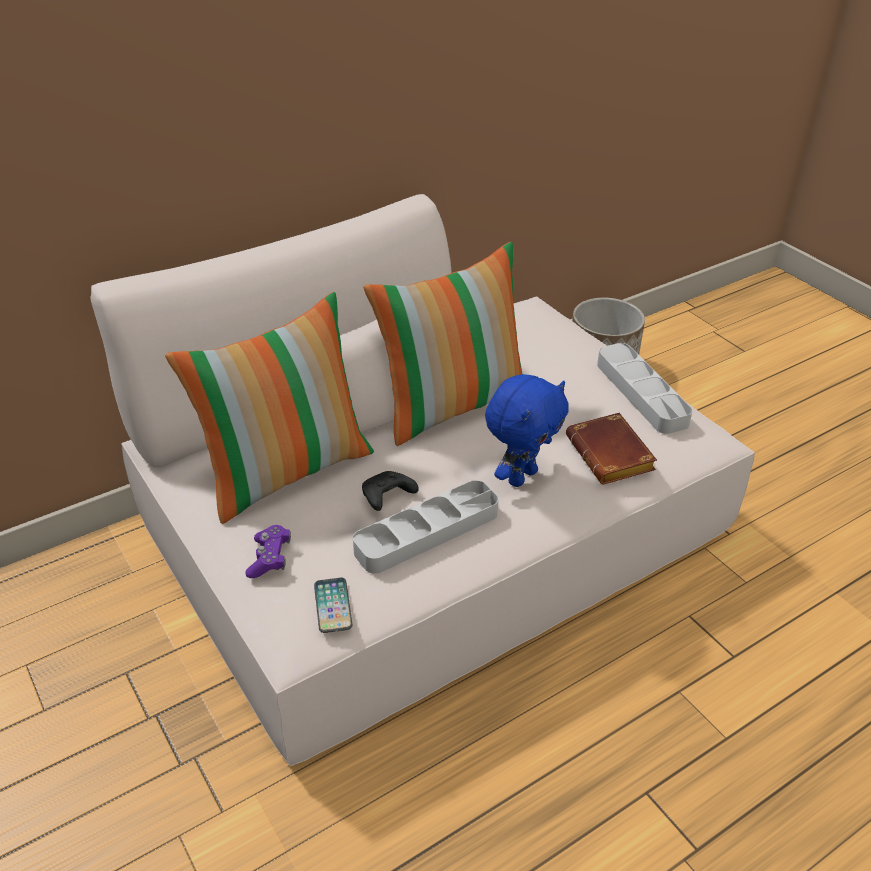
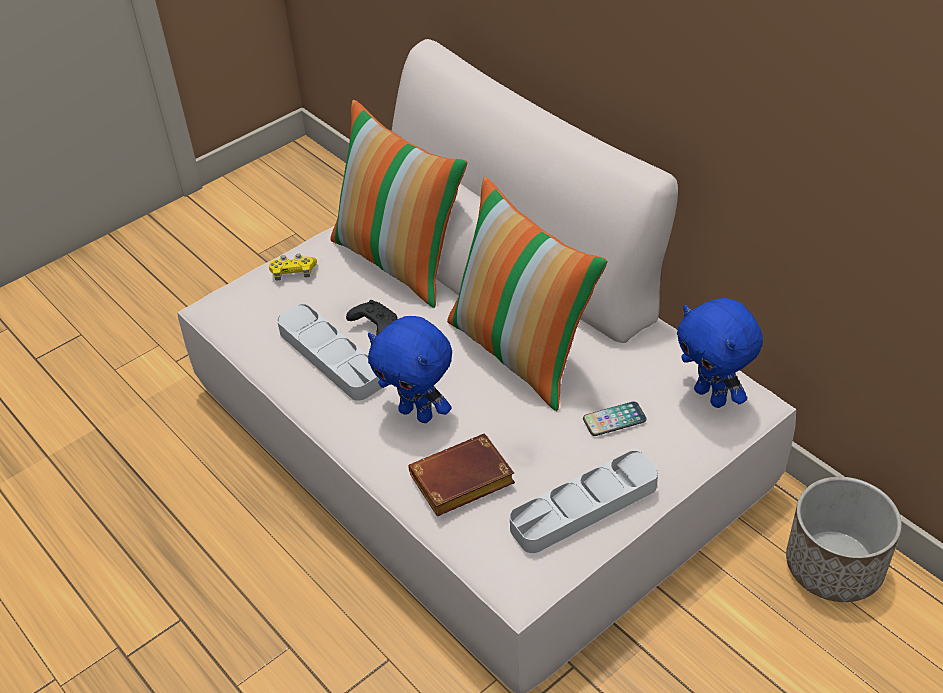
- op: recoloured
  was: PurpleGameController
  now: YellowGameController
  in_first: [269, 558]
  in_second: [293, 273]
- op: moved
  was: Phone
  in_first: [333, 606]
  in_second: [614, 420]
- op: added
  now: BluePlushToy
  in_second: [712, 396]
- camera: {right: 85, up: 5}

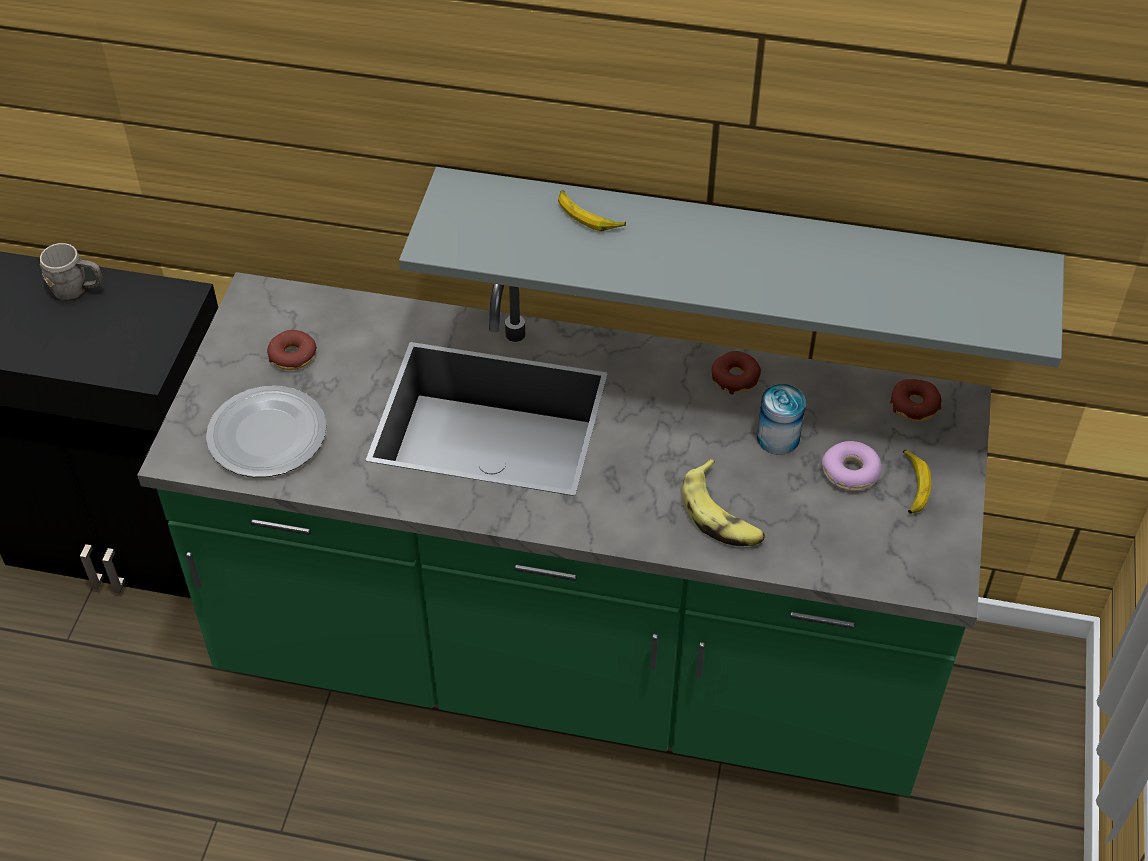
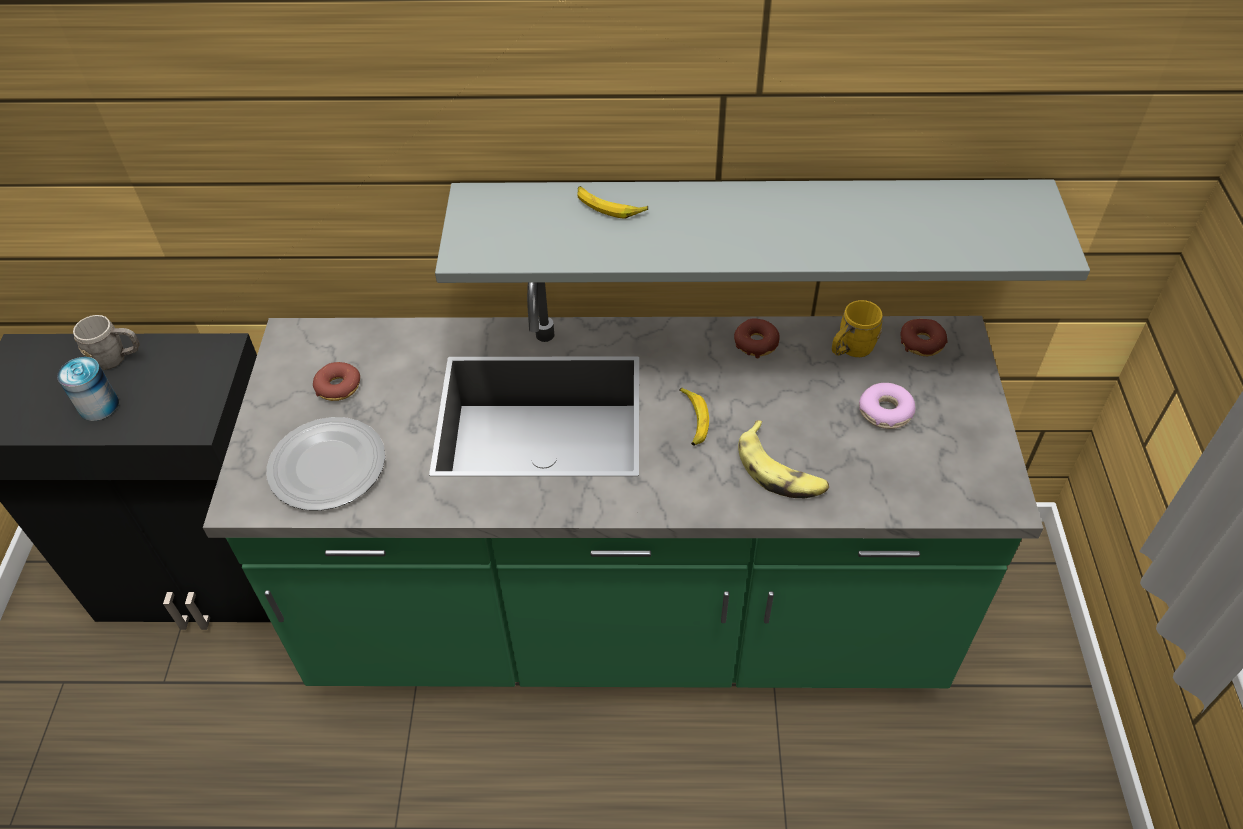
- op: moved
  was: Can
  in_first: [778, 438]
  in_second: [99, 406]
- op: moved
  was: Banana
  in_first: [913, 486]
  in_second: [693, 420]
- op: added
  now: YellowMug
  in_second: [850, 350]
- camera: {right: -10, up: 0}

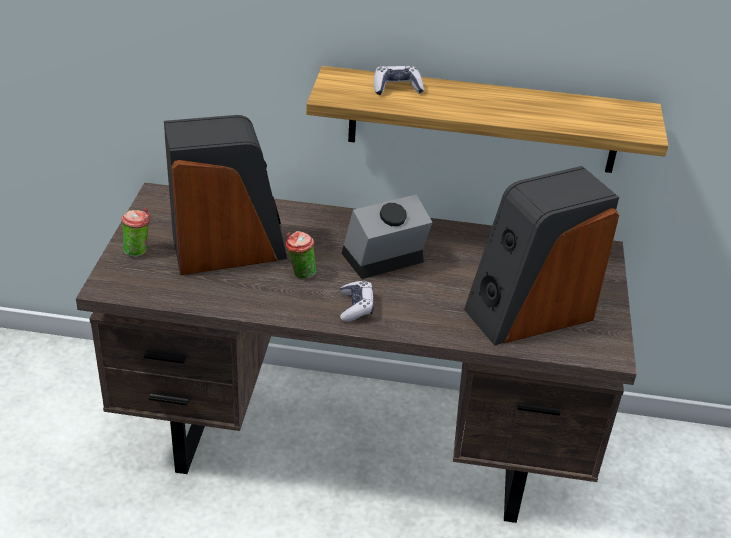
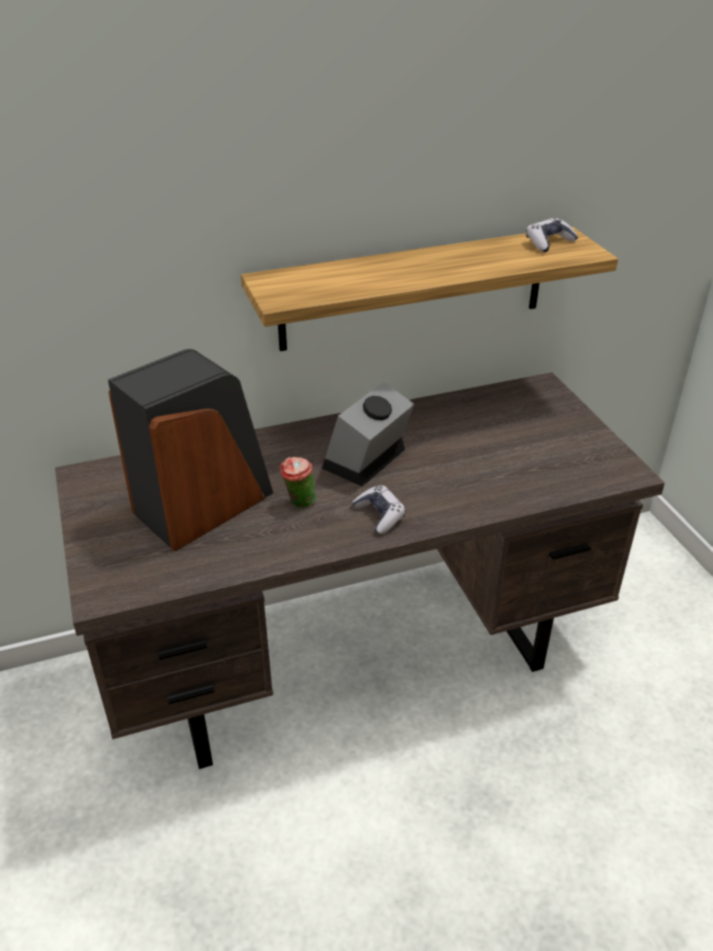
- op: moved
  was: GameController
  in_first: [396, 88]
  in_second: [549, 243]
- op: removed
  was: Cup
  in_first: [138, 251]
- op: removed
  was: Speaker
  in_first: [528, 312]
- camera: {right: -25, up: 0}

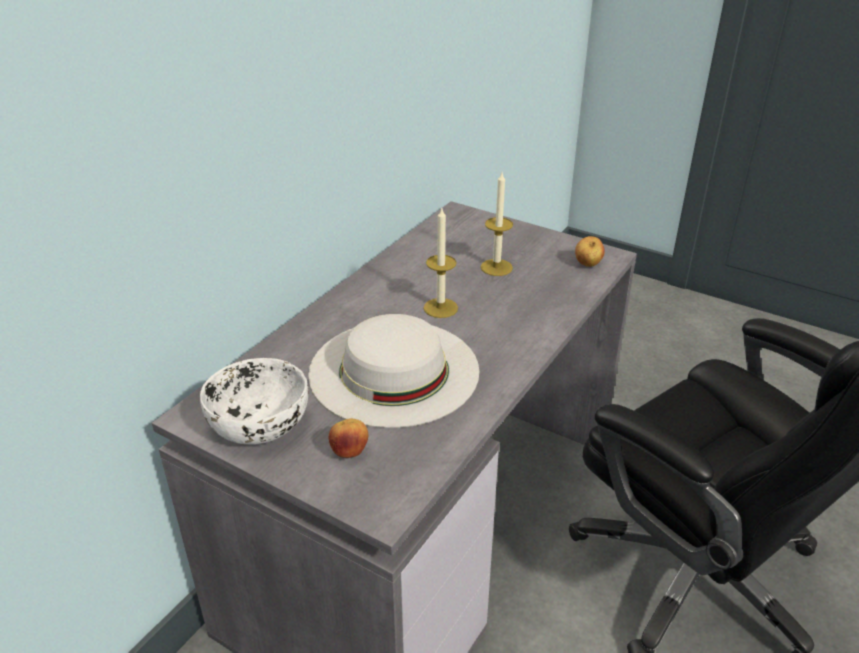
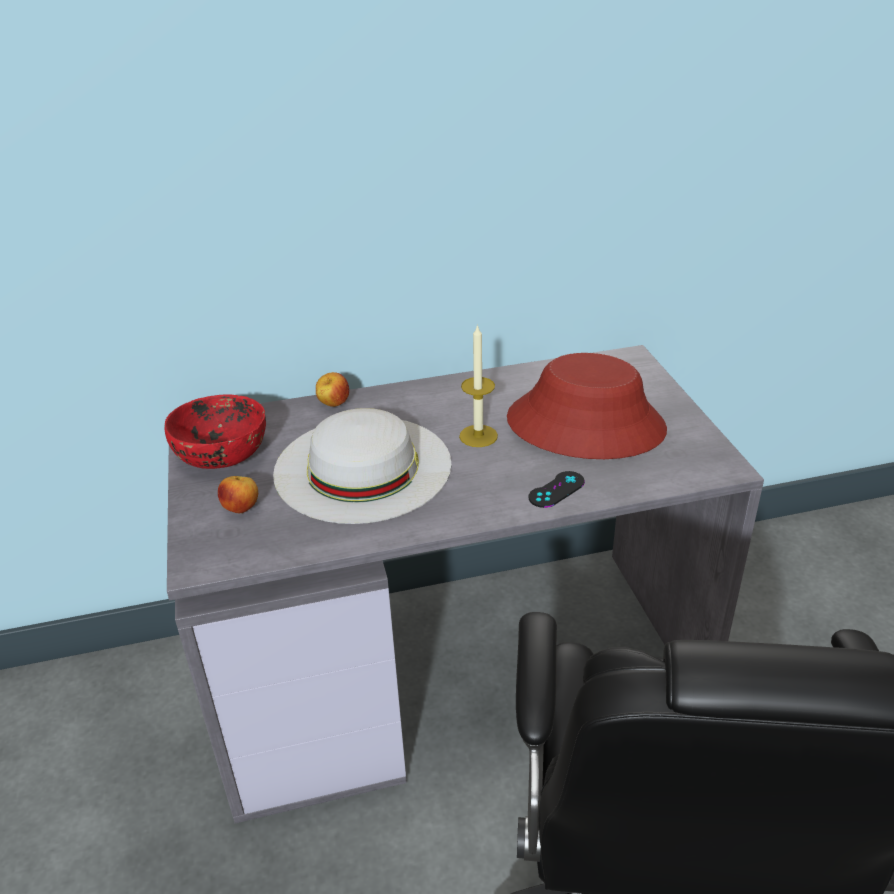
- op: recoloured
  was: WhiteBowl
  now: RedBowl
  in_first: [260, 422]
  in_second: [223, 453]
- op: moved
  was: Apple
  in_first: [587, 265]
  in_second: [333, 404]
- op: replaced
  was: Candle
  now: RedHat
  in_first: [496, 267]
  in_second: [586, 424]
- op: added
  now: BlackGameController
  in_second: [556, 489]
- camera: {right: 45, up: 0}

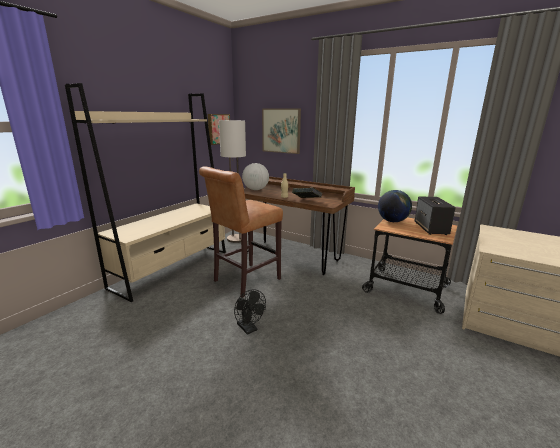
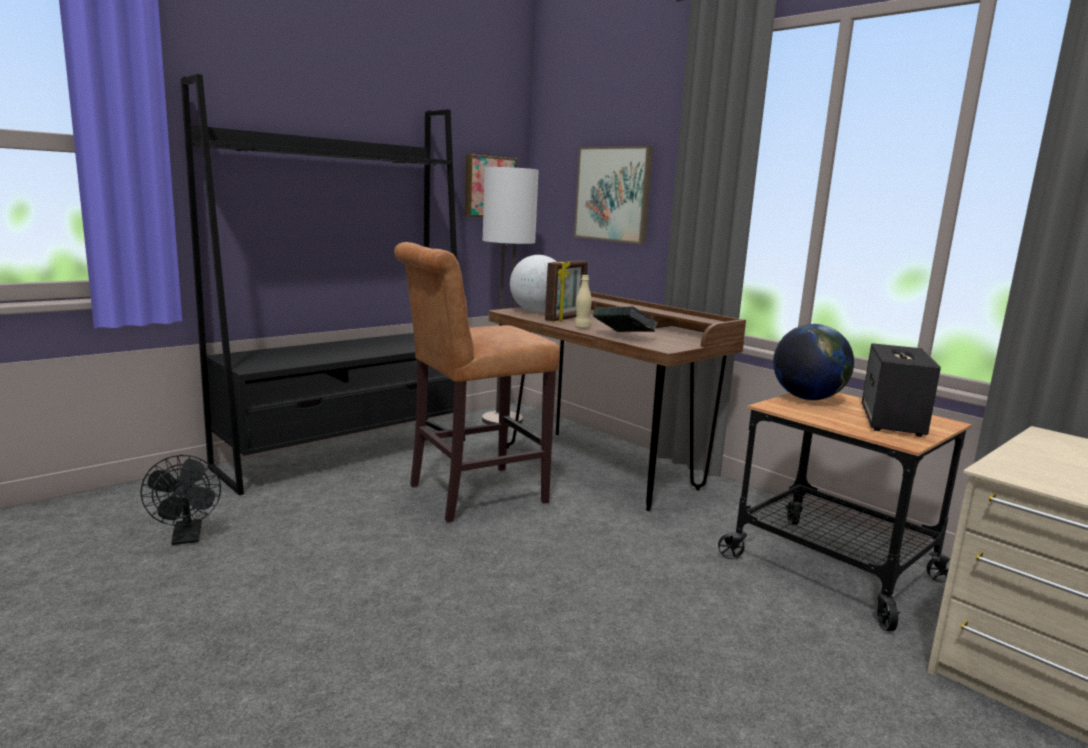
- op: moved
  was: BlackFan
  in_first: [249, 329]
  in_second: [187, 538]
- op: recoloured
  was: BeigeBookcase
  now: BlackBookcase
  in_first: [173, 268]
  in_second: [347, 453]
- op: added
  now: PictureFrame
  in_second: [566, 318]
- camera: {right: 15, up: -5}

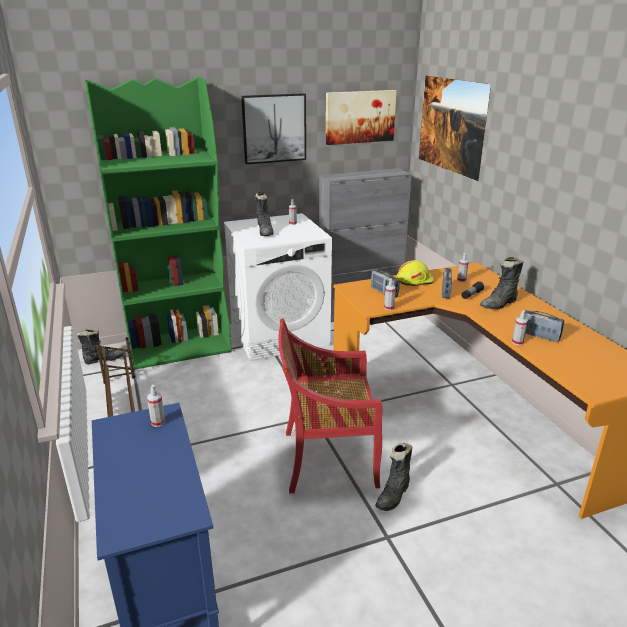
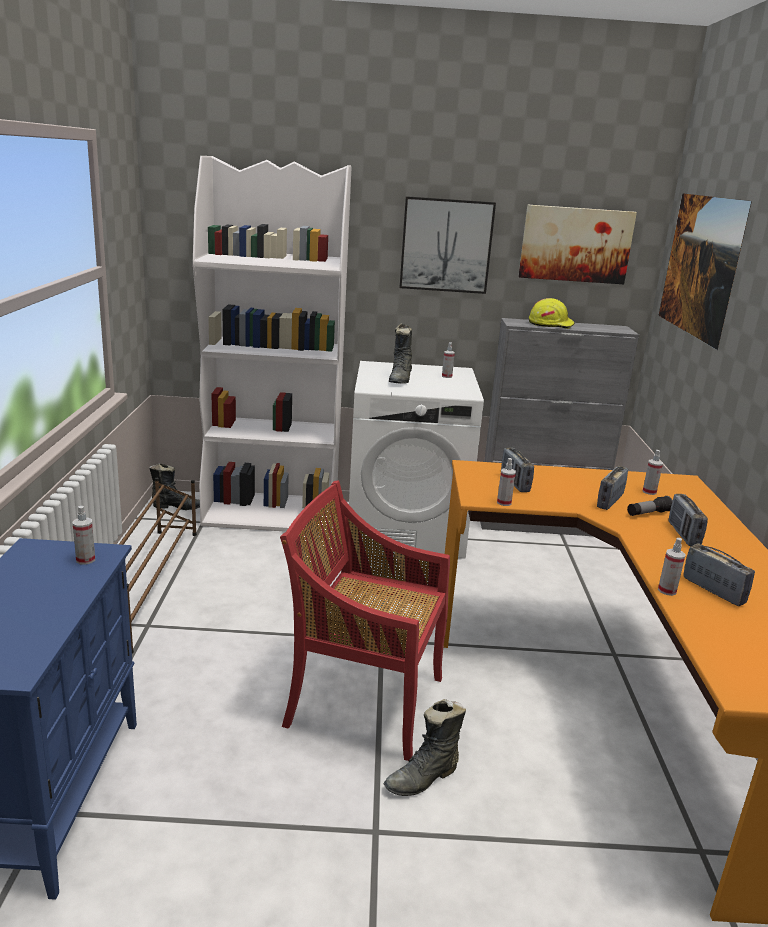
- op: recoloured
  was: GreenBookcase
  now: WhiteBookcase
  in_first: [180, 346]
  in_second: [272, 513]
- op: moved
  was: YellowHardHat
  in_first: [415, 280]
  in_second: [550, 324]
- op: replaced
  was: BlackBoot
  now: Radio
  in_first: [499, 304]
  in_second: [683, 534]
- camera: {right: 20, up: -5}

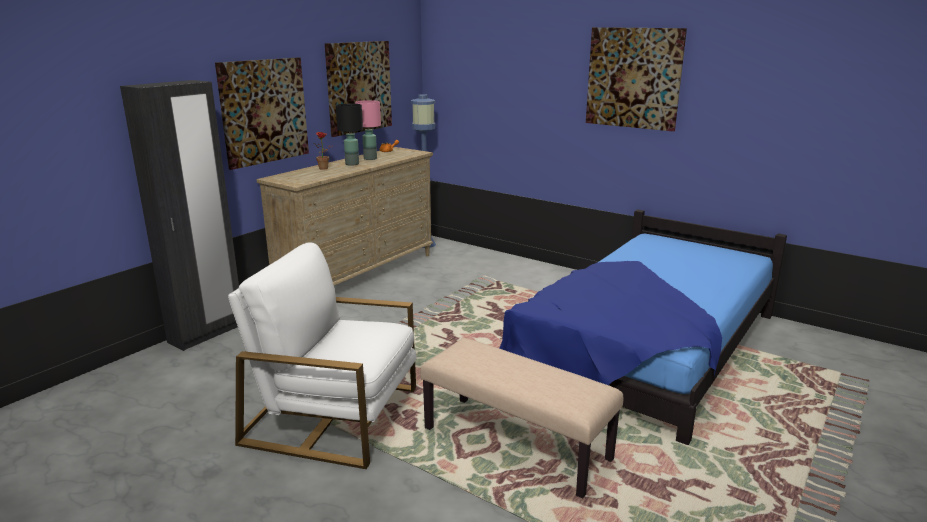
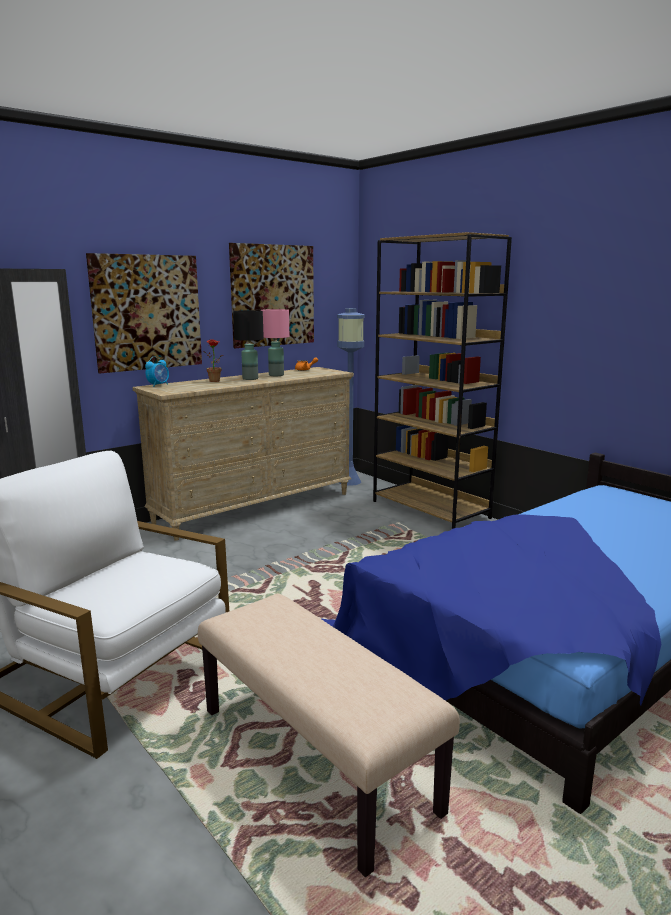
- op: added
  now: AlarmClock
  in_second: [158, 385]
- op: added
  now: BrownBookcase
  in_second: [431, 509]
- op: removed
  was: Picture
  in_first: [633, 78]
- camera: {right: 15, up: -5}

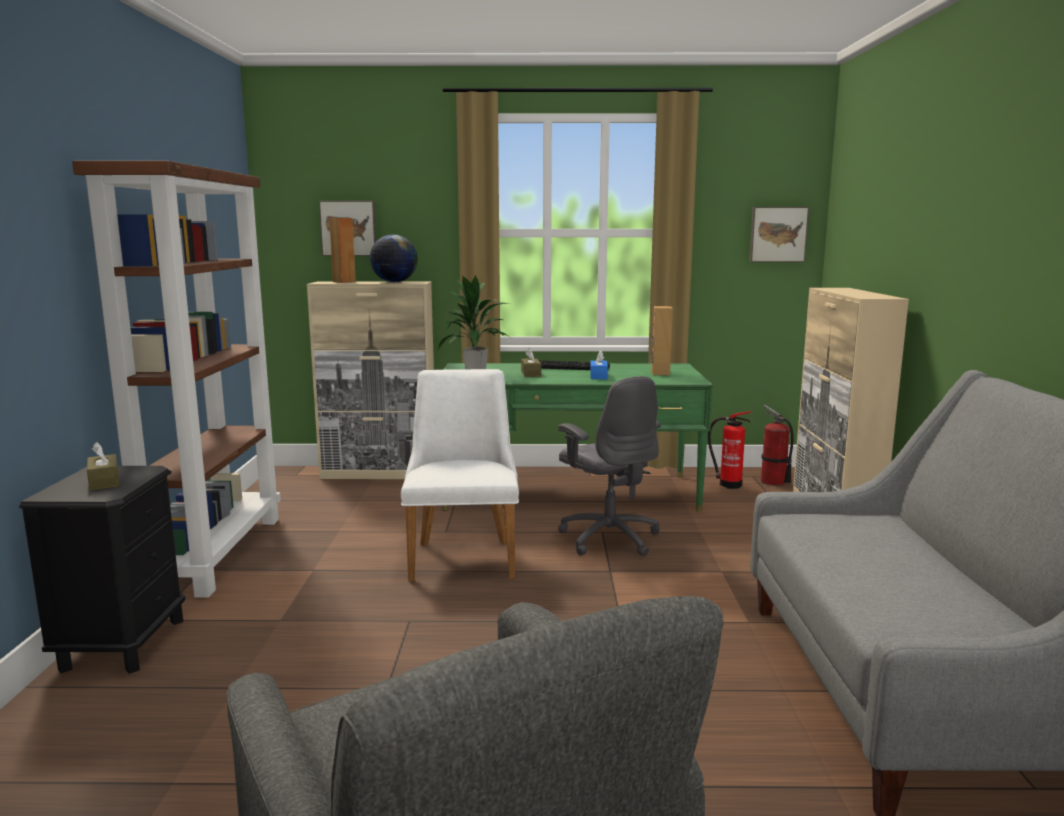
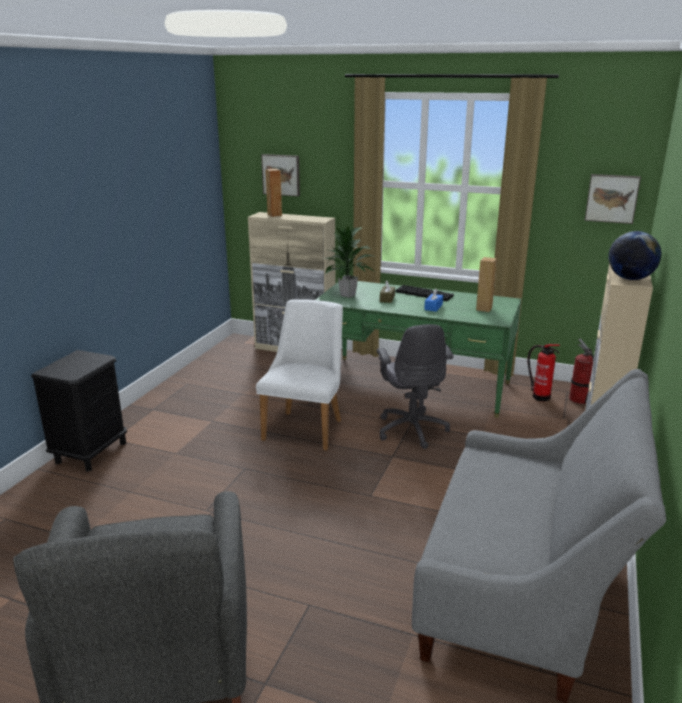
- op: moved
  was: Globe
  in_first: [394, 282]
  in_second: [630, 279]
- op: removed
  was: BrownBookcase
  in_first: [215, 553]
- op: removed
  was: BrownTissueBox
  in_first: [104, 481]
- camera: {right: 20, up: 10}

